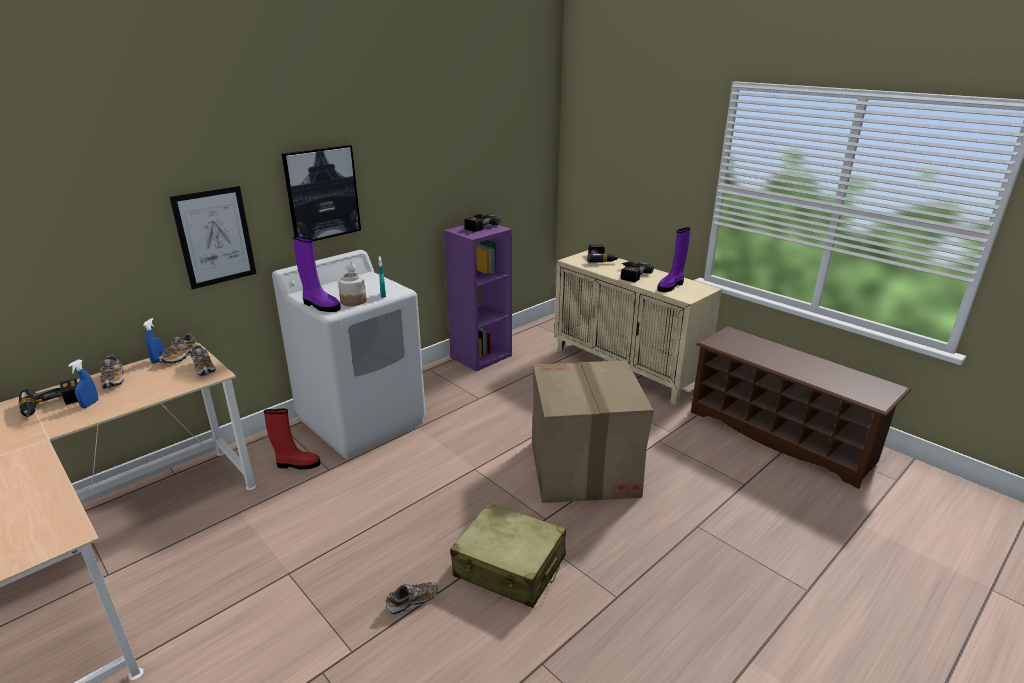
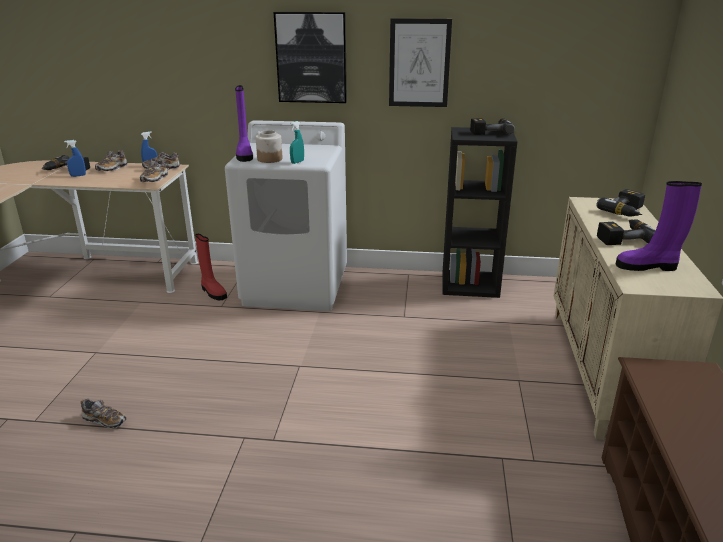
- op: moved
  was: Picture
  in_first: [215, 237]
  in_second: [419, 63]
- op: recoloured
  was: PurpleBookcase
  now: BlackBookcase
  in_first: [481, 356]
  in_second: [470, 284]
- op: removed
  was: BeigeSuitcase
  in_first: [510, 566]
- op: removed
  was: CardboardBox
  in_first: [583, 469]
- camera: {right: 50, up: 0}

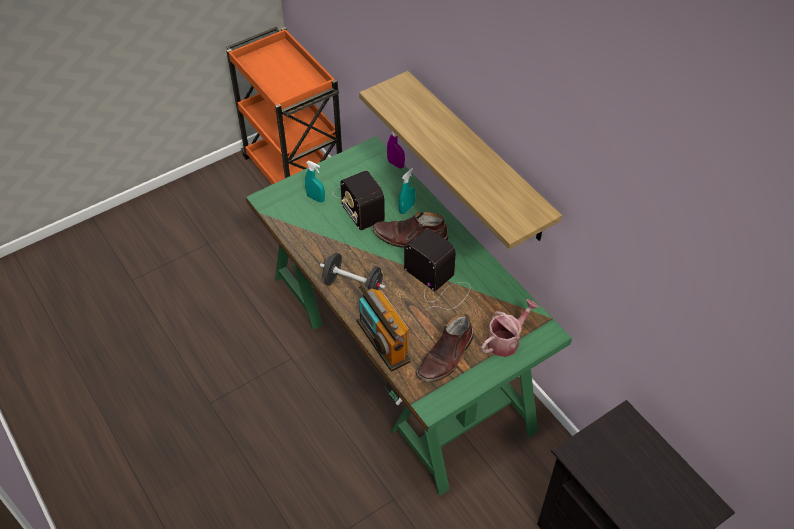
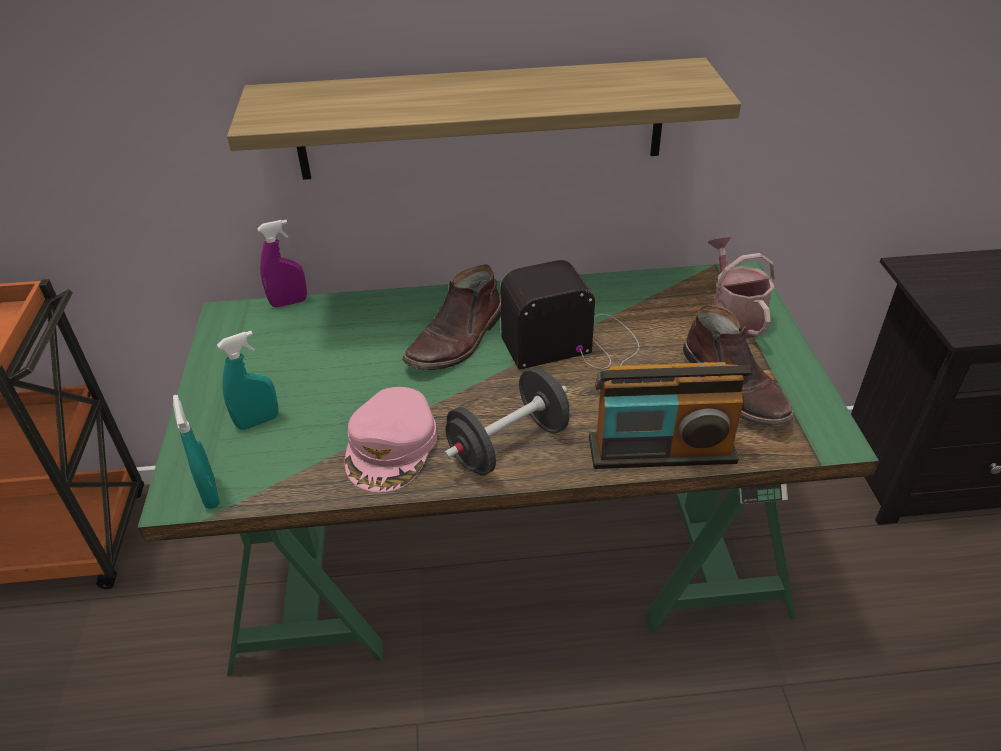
- op: moved
  was: TurquoiseSprayBottle
  in_first: [406, 208]
  in_second: [210, 494]
- op: added
  now: PinkCap
  in_second: [392, 447]
- op: removed
  was: Radio
  in_first: [359, 202]
- camera: {right: -60, up: -10}

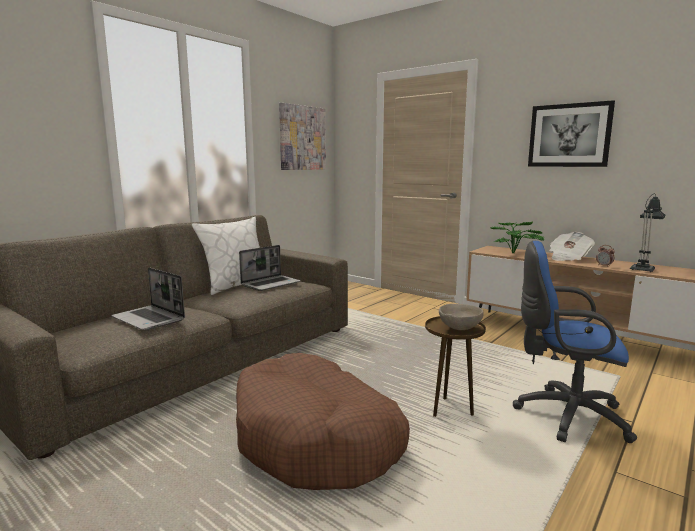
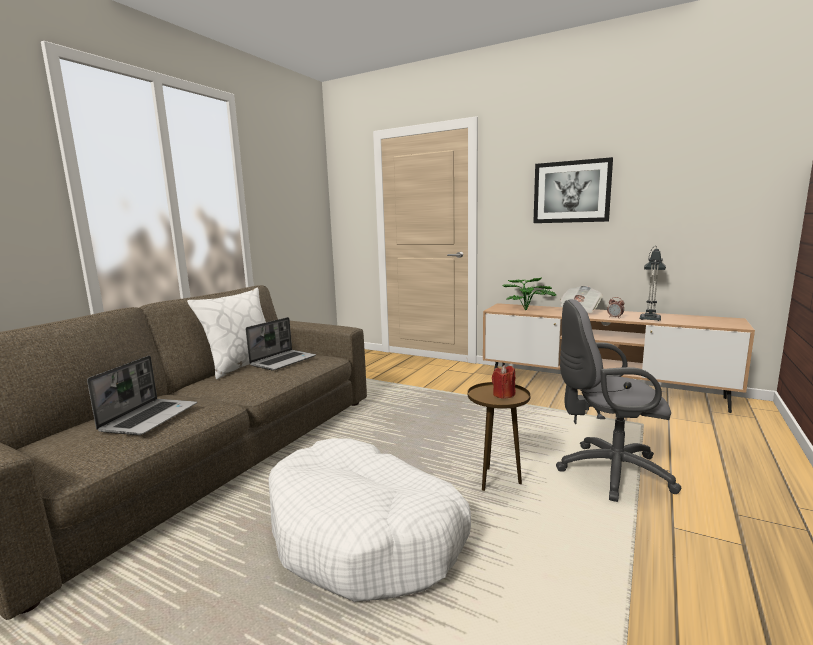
- op: turned
  was: Laptop
  in_first: [149, 319]
  in_second: [150, 417]
  clockwise: -105
- op: recoloured
  was: BrownDogBed
  now: WhiteDogBed
  in_first: [316, 438]
  in_second: [365, 534]
- op: replaced
  was: BeigeBowl
  now: RedCandle
  in_first: [459, 327]
  in_second: [503, 395]
- op: recoloured
  was: BlueOfficeChair
  now: GreyOfficeChair
  in_first: [565, 415]
  in_second: [607, 472]
- op: removed
  was: Picture
  in_first: [302, 138]
- camera: {right: -10, up: 0}

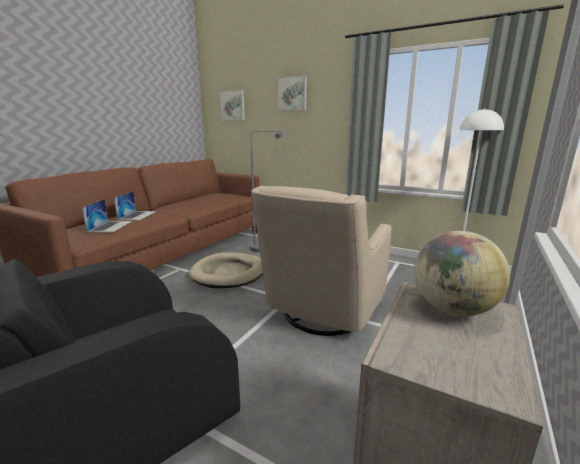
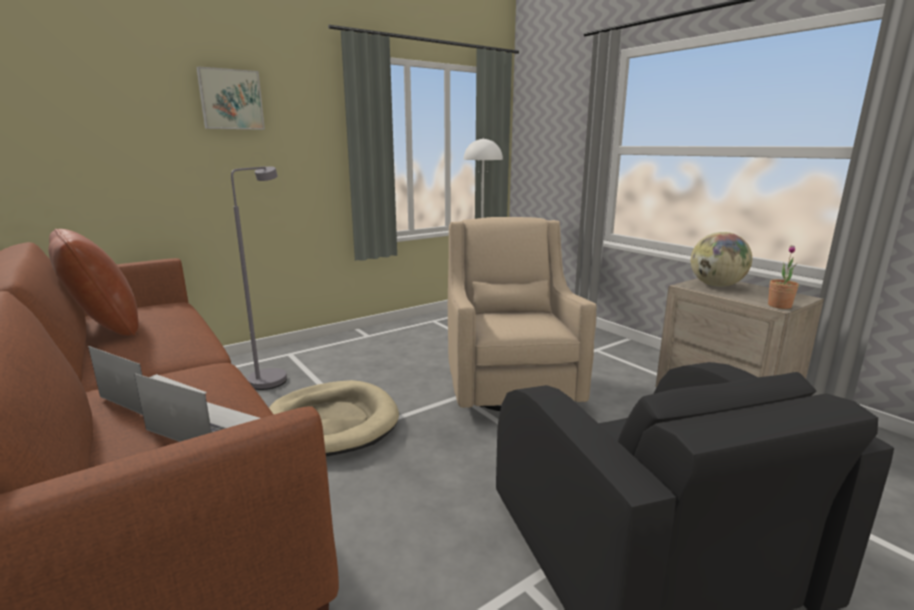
- op: added
  now: BrownPillow
  in_second: [104, 328]
- op: turned
  was: BeigeArmchair
  in_first: [322, 314]
  in_second: [509, 385]
  clockwise: -150
- op: added
  now: PottedPlant
  in_second: [779, 306]
- op: removed
  was: Picture
  in_first: [232, 105]
- camera: {right: -65, up: 0}

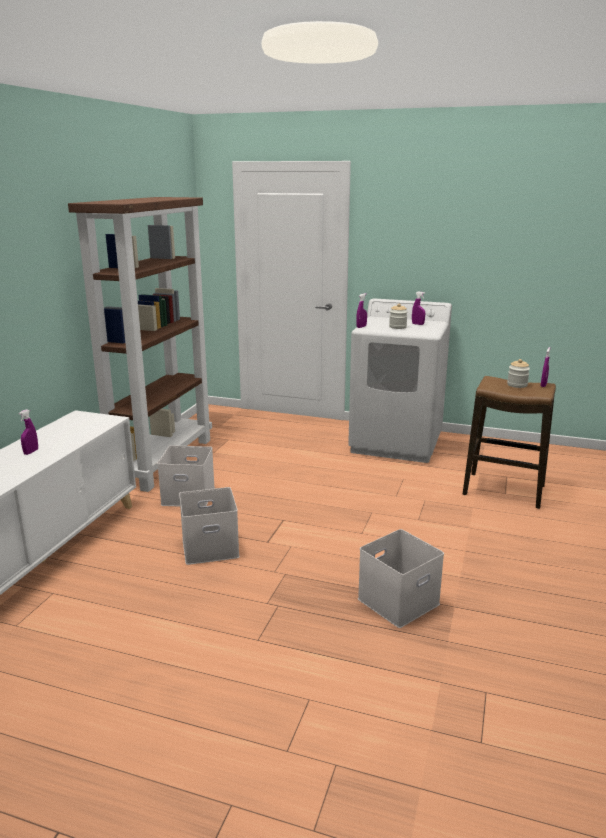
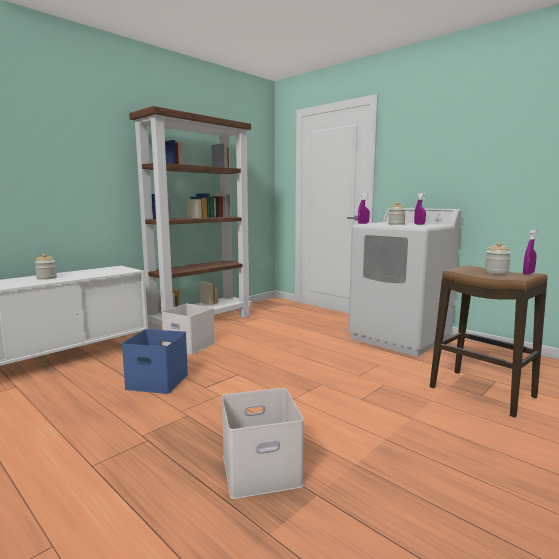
- op: replaced
  was: PurpleSprayBottle
  now: Jar
  in_first: [31, 452]
  in_second: [46, 278]
- op: recoloured
  was: WhiteStorageBox
  now: BlueStorageBox
  in_first: [211, 546]
  in_second: [159, 381]
- camera: {right: 25, up: -10}

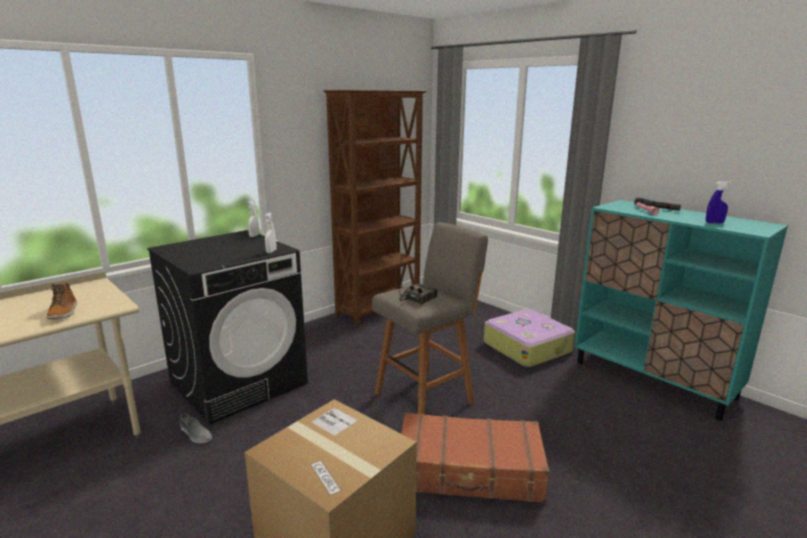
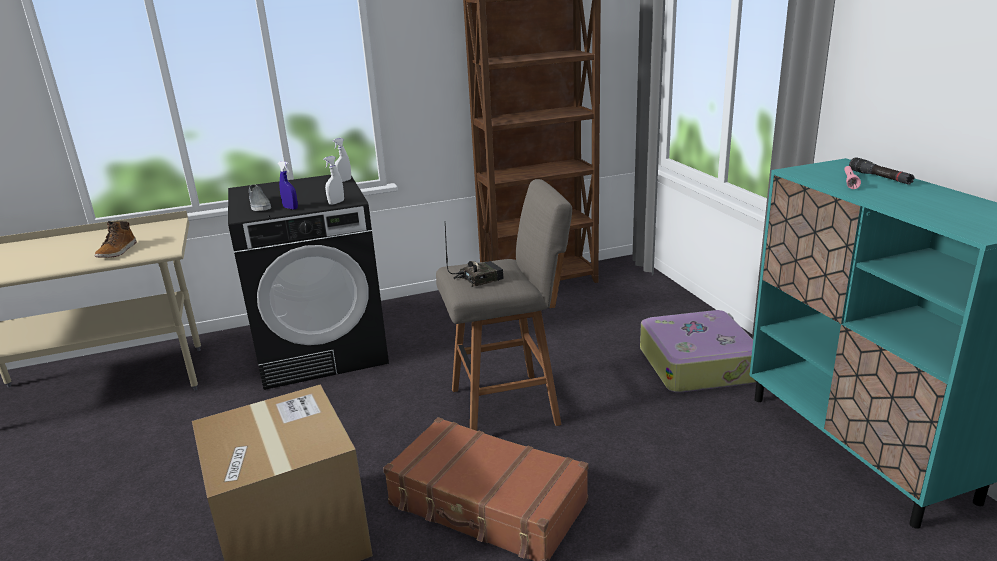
- op: moved
  was: GreyShoe
  in_first: [195, 434]
  in_second: [259, 205]
- op: moved
  was: BlueSprayBottle
  in_first: [714, 223]
  in_second: [290, 208]
- camera: {right: 25, up: 5}

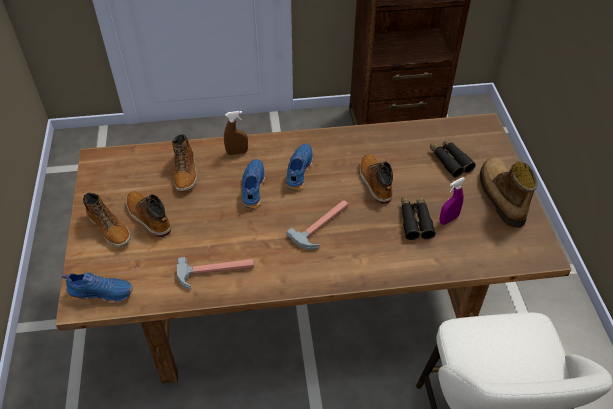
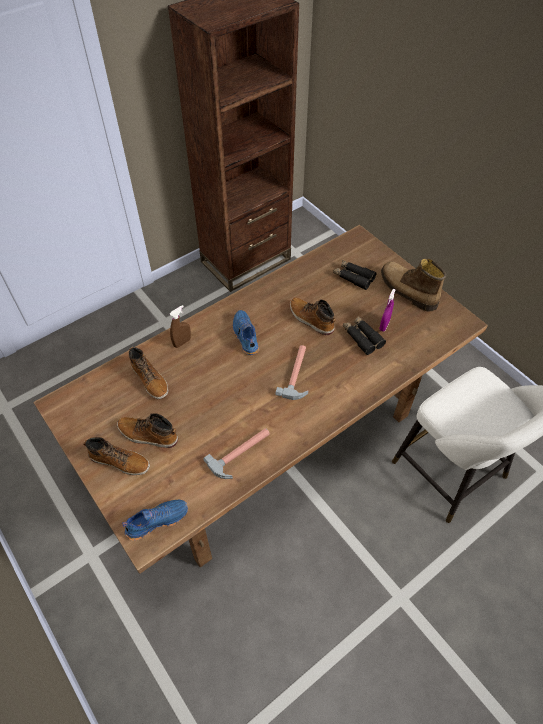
- op: removed
  was: BlueShoe
  in_first: [252, 188]
- camera: {right: -30, up: 5}

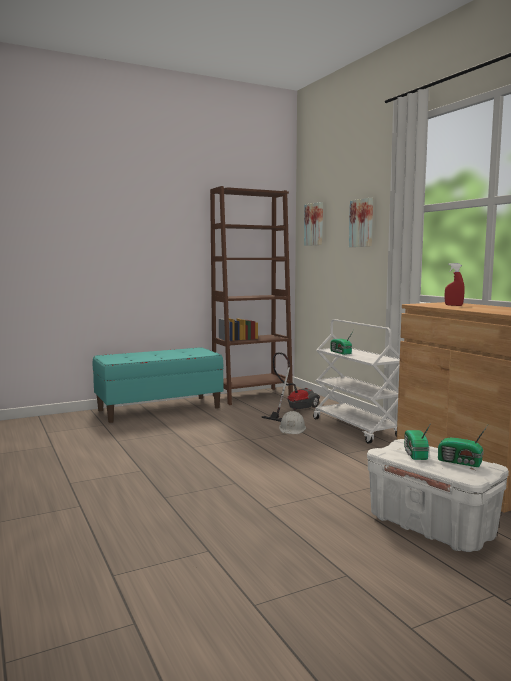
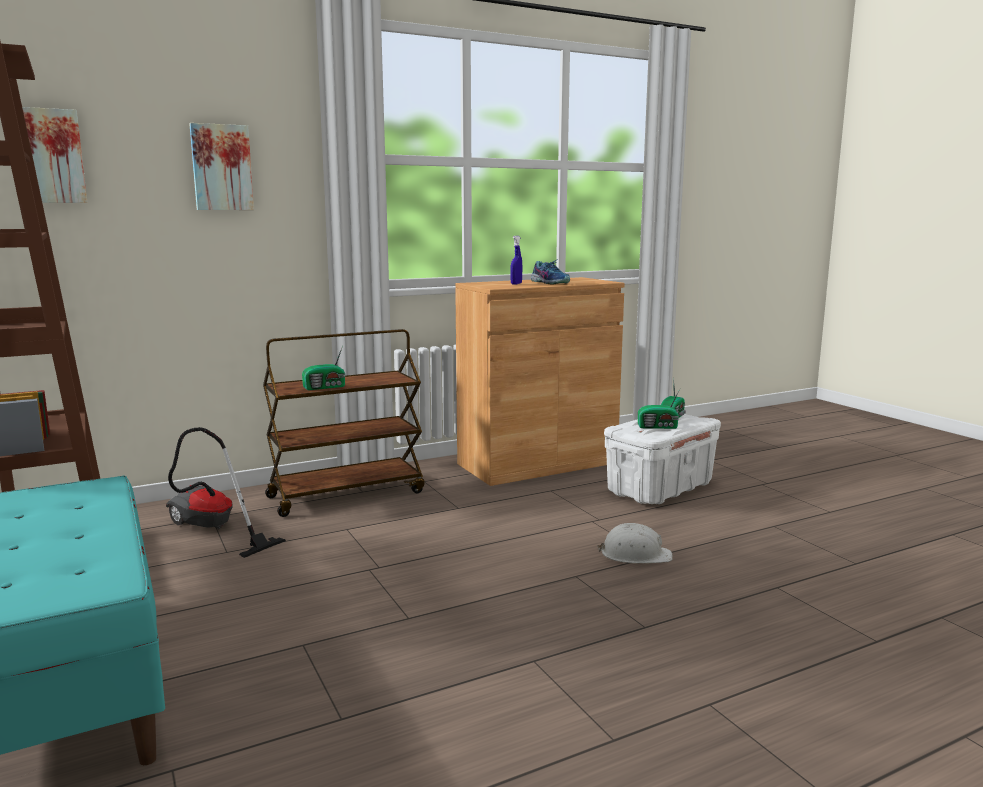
- op: recoloured
  was: WhiteCart
  now: BrownCart
  in_first: [356, 428]
  in_second: [347, 494]
- op: recoloured
  was: RedSprayBottle
  now: BlueSprayBottle
  in_first: [453, 305]
  in_second: [516, 284]
- op: added
  now: Shoe
  in_second: [550, 282]
- op: moved
  was: WhiteHardHat
  in_first: [292, 429]
  in_second: [635, 555]
- camera: {right: -90, up: 5}

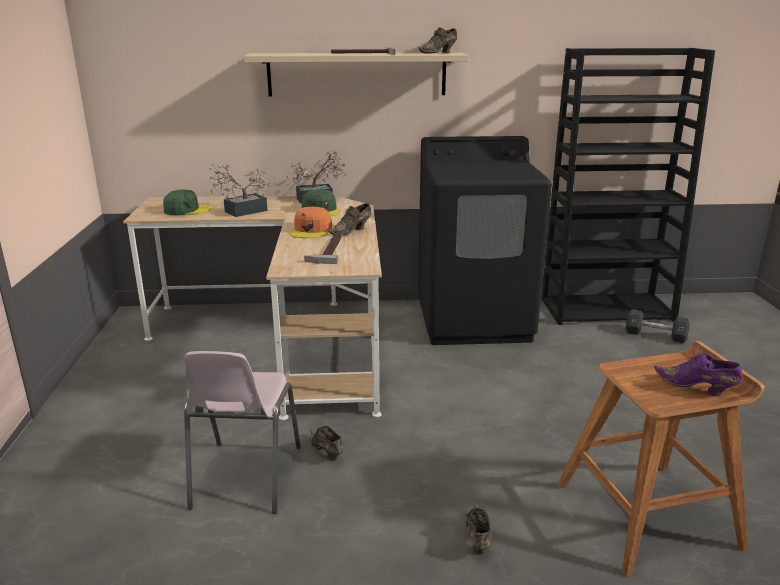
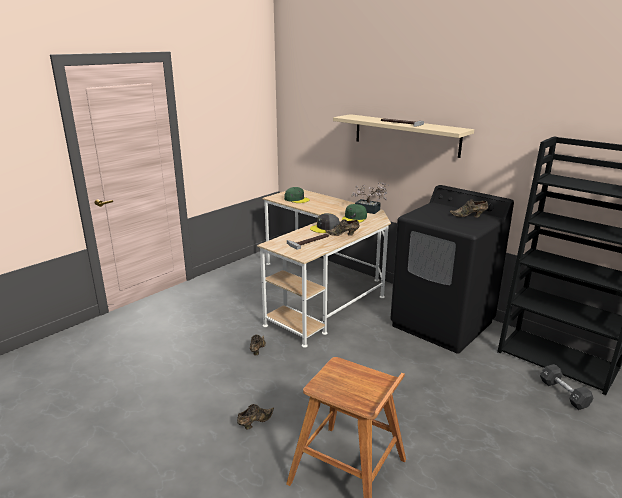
- op: recoloured
  was: OrangeCap
  now: GreyCap
  in_first: [311, 230]
  in_second: [325, 228]
- op: moved
  was: BrownShoe
  in_first: [439, 53]
  in_second: [469, 216]
- op: removed
  was: PinkChair
  in_first: [245, 477]
- op: removed
  was: PottedPlant
  in_first: [241, 212]
- op: removed
  was: PurpleShoe
  in_first: [696, 388]
- camera: {right: 45, up: 0}

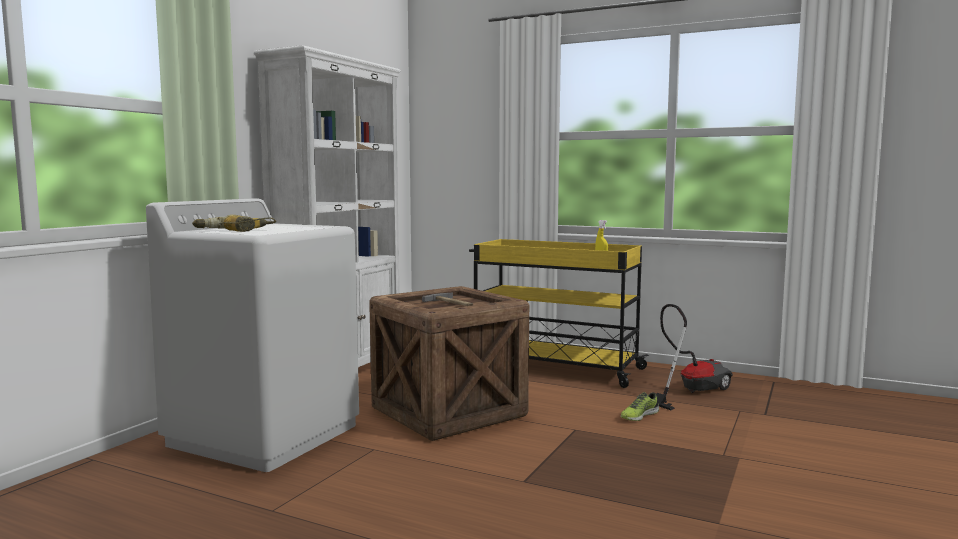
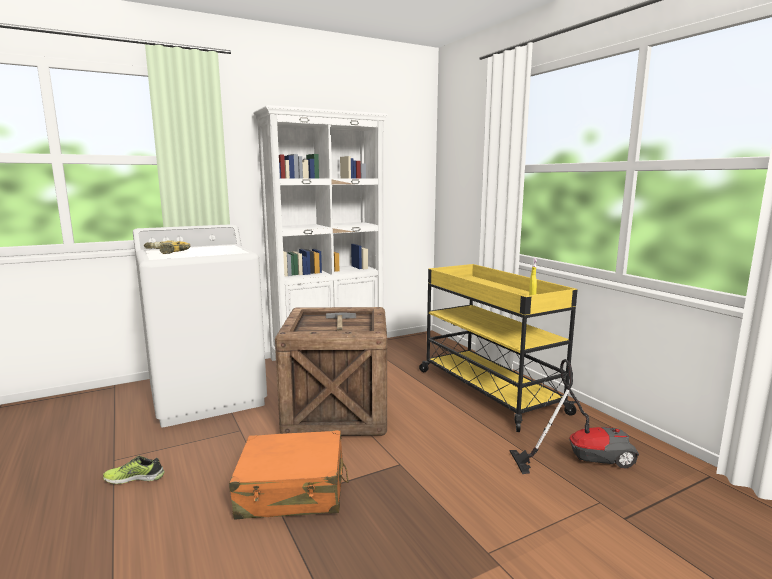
- op: moved
  was: Shoe
  in_first: [638, 415]
  in_second: [135, 477]
- op: added
  now: OrangeSuitcase
  in_second: [292, 490]
- camera: {right: 35, up: 5}

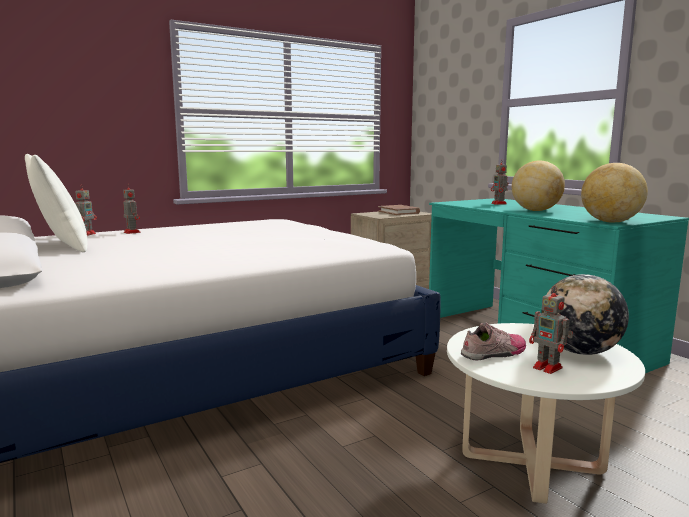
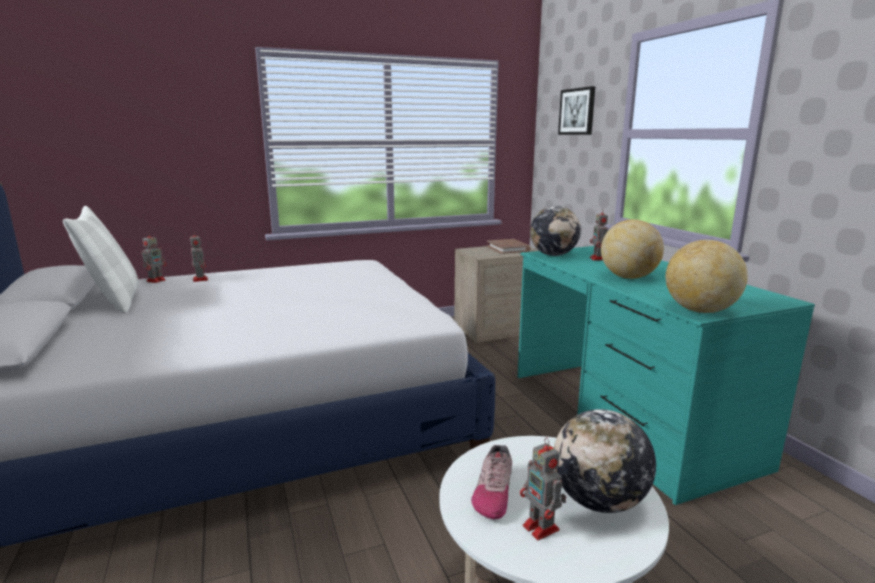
- op: turned
  was: Shoe
  in_first: [495, 353]
  in_second: [493, 492]
  clockwise: 120
- op: added
  now: Globe
  in_second: [553, 255]
- op: added
  now: Picture
  in_second: [577, 111]
- camera: {right: 10, up: 5}

